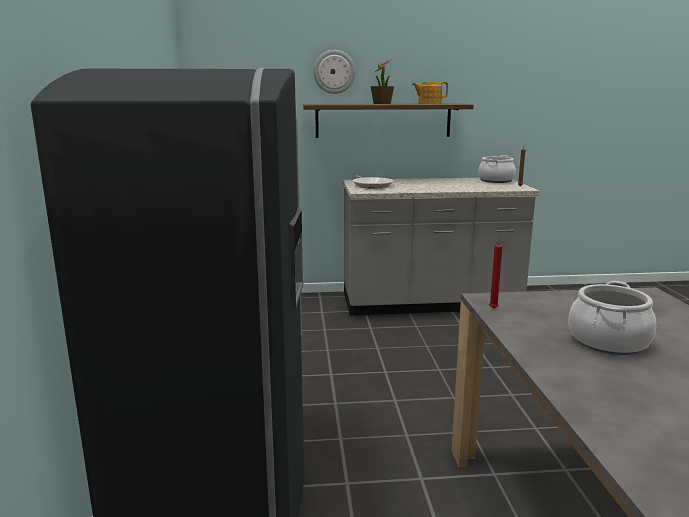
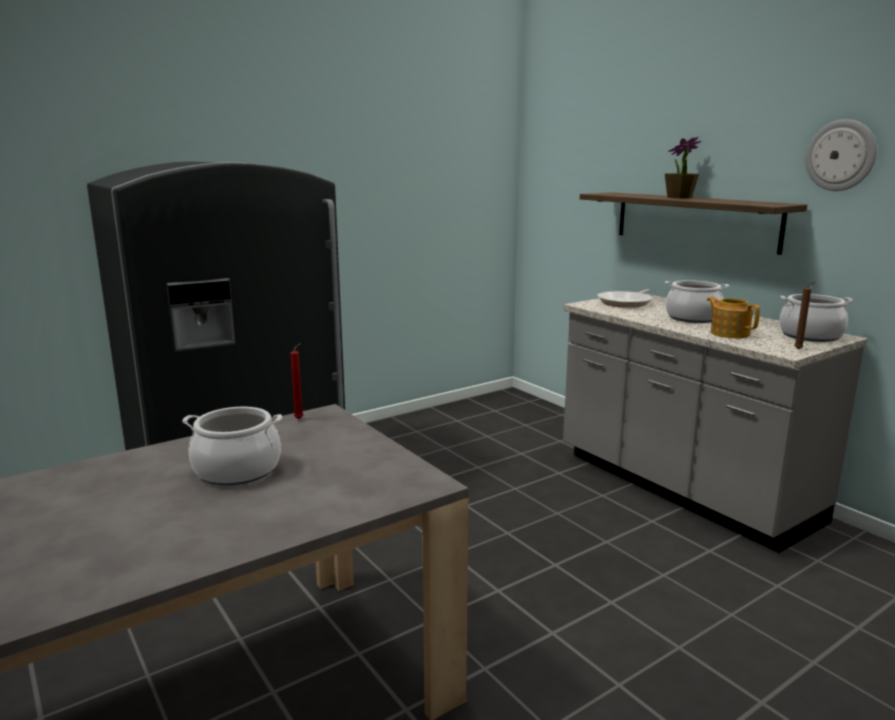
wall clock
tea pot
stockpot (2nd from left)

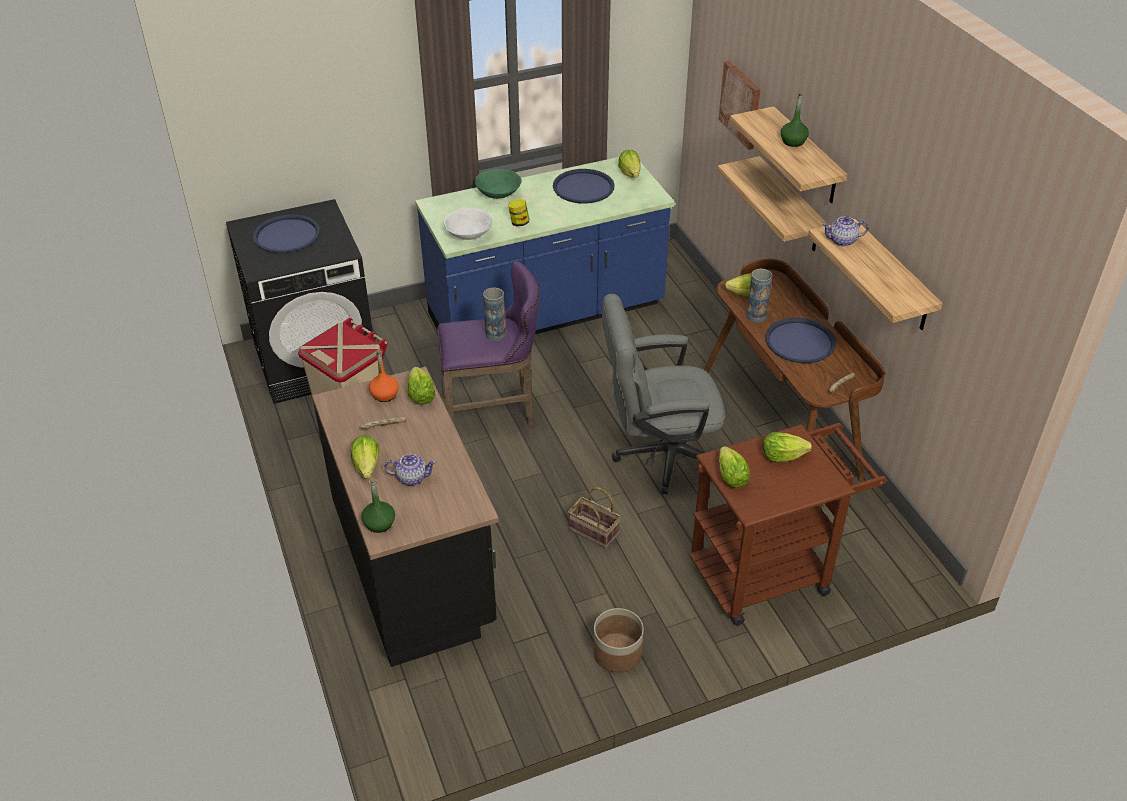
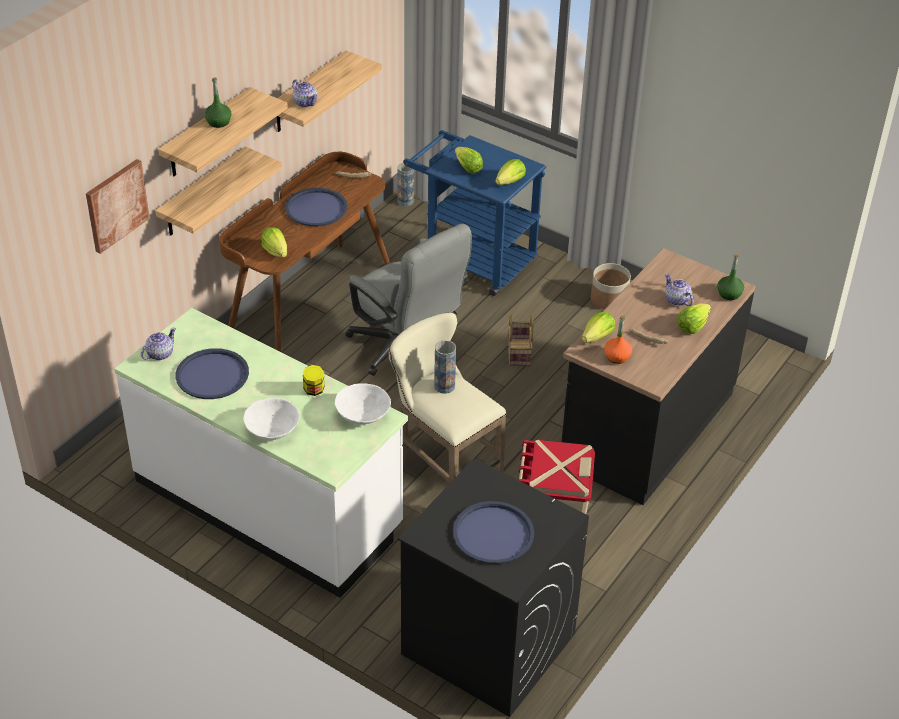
tea pot (1st from left)
white kitchen counter
white bowl (1st from left)
beige-coloured stool
vase (1st from left)
bluish trolley

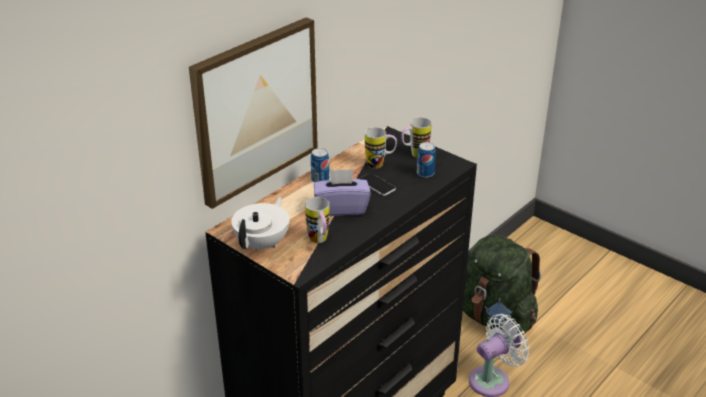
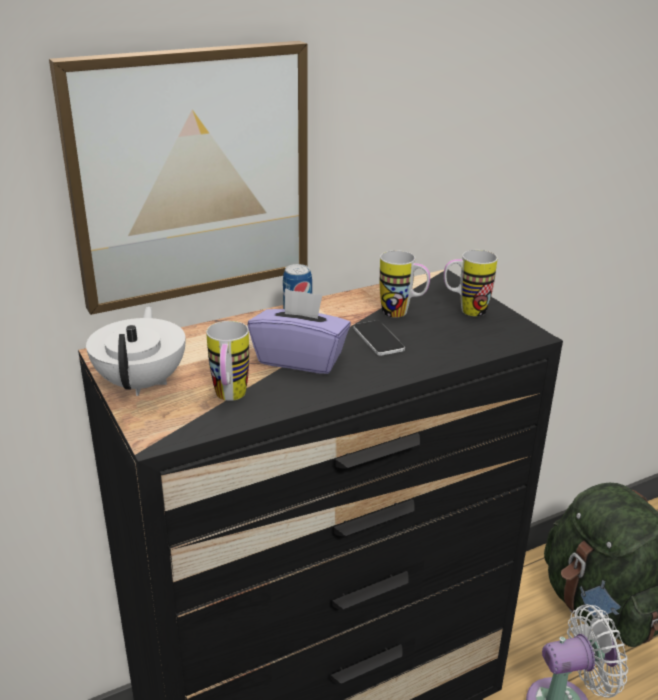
can (2nd from left in the first image)
white tea pot

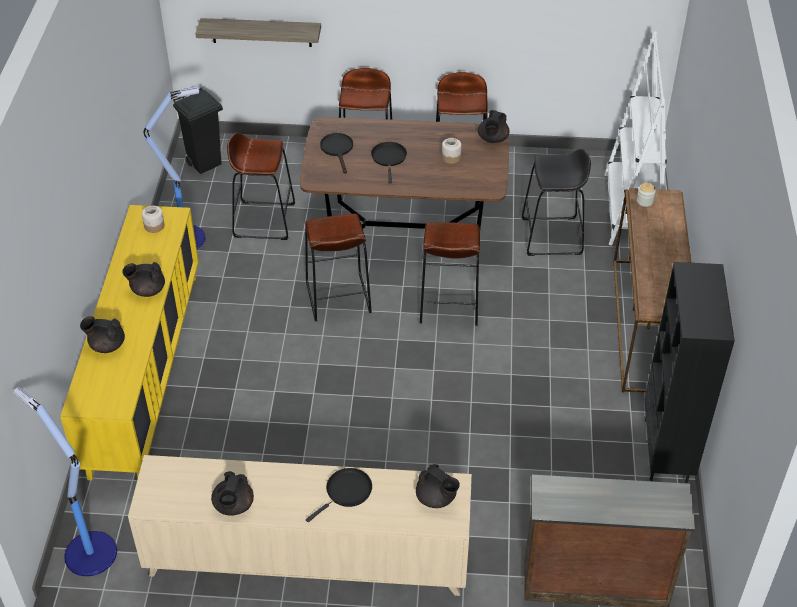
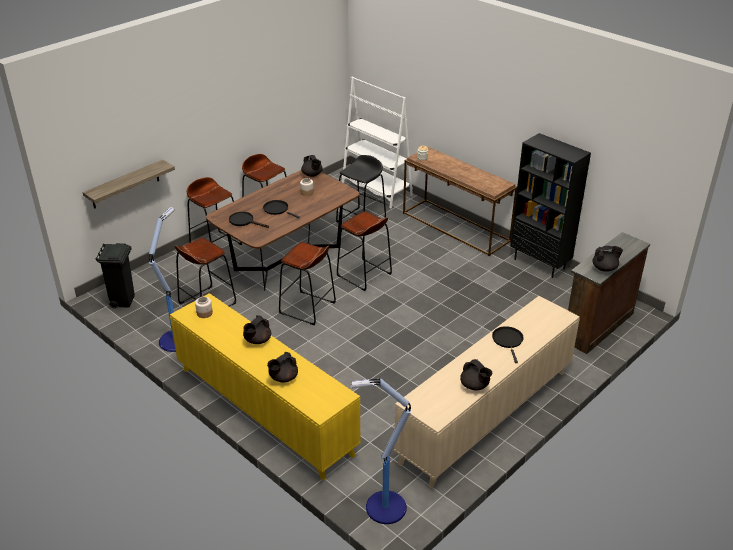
black-coloured tea pot (5th from left)

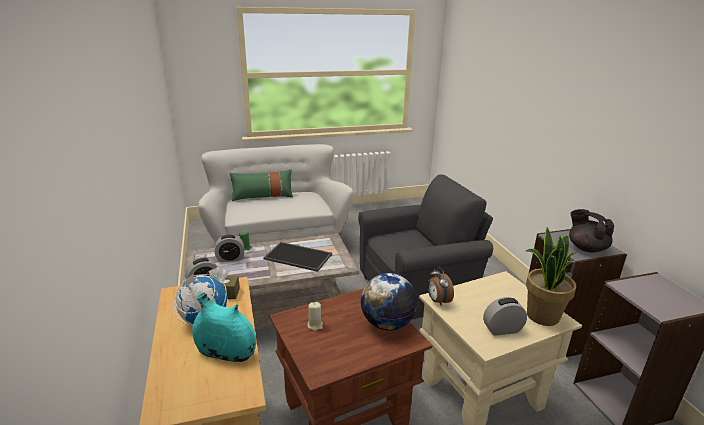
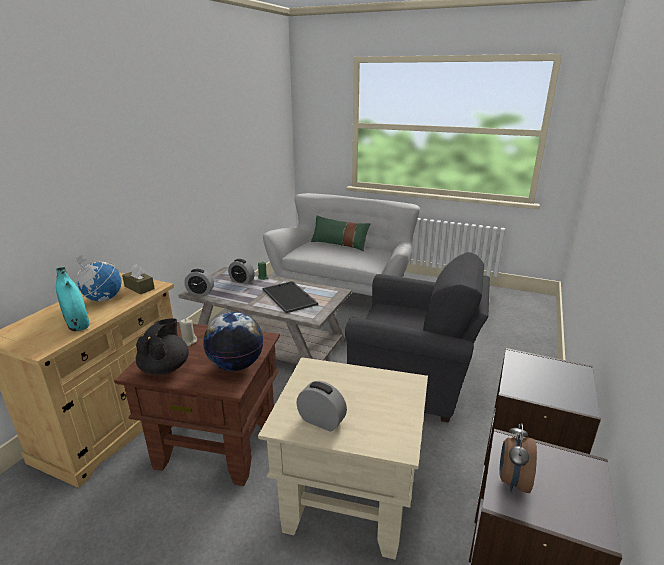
black-coloured tea pot
potted plant
table clock (4th from left)

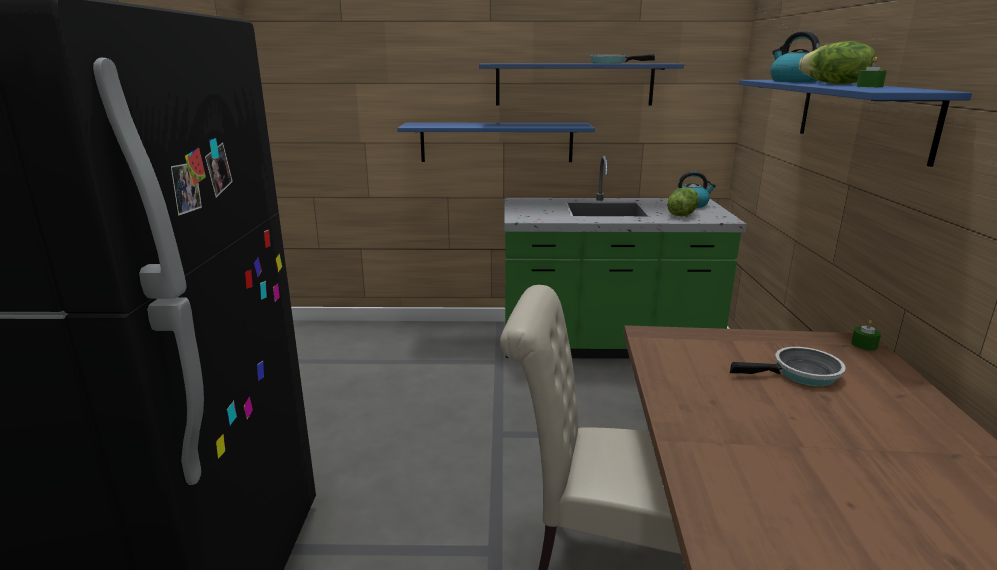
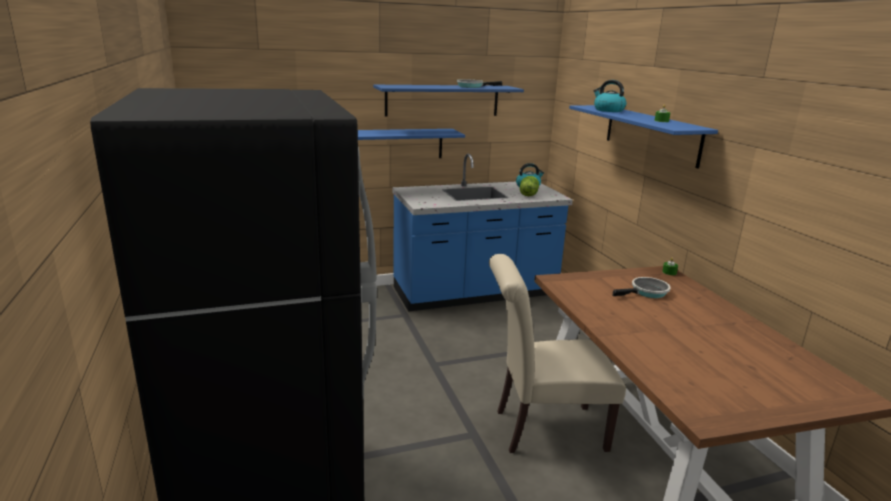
lettuce head (2nd from left in the first image)
bluish kitchen counter

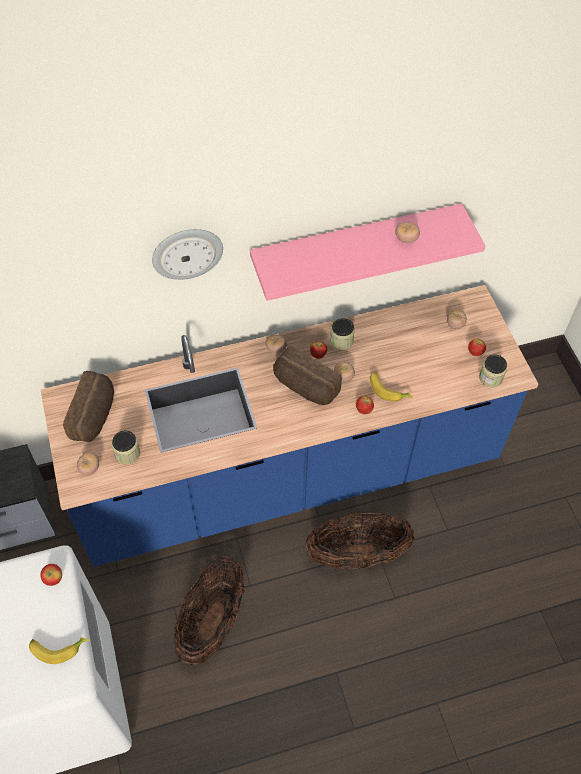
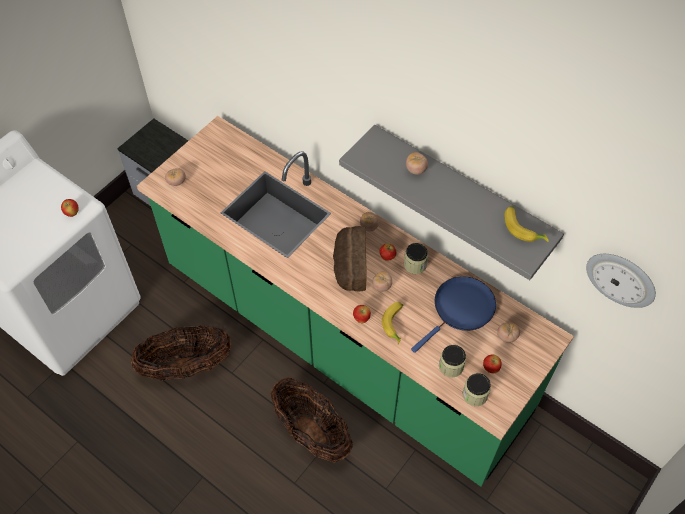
grey wall shelf
whole tomato (4th from left)
wall clock
green-coloured kitchen counter
bread (1st from left in the first image)
jar (2nd from left)
banana fruit (2nd from left)
bluish skillet

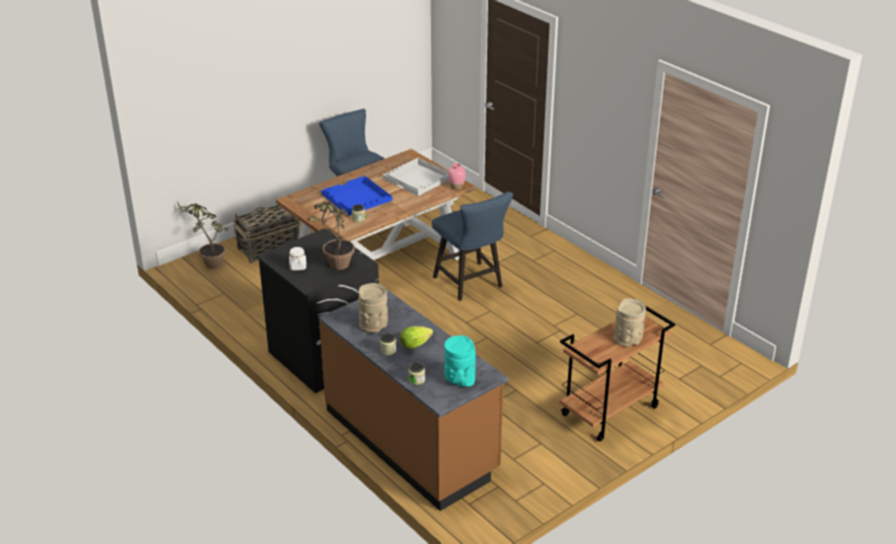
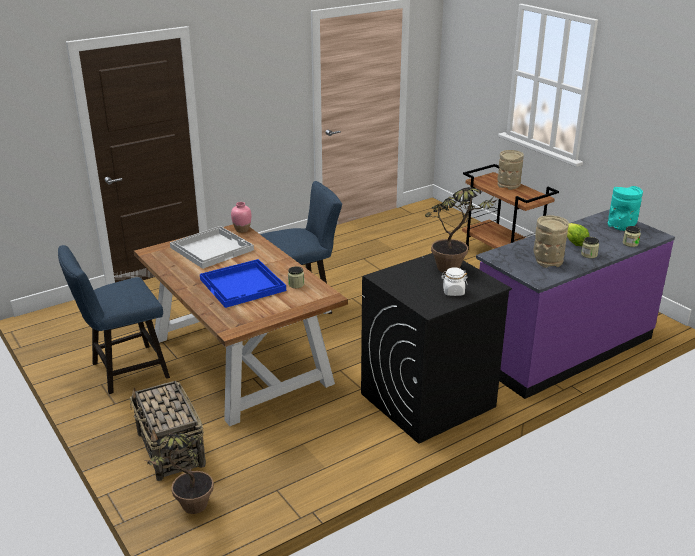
purple kitchen counter

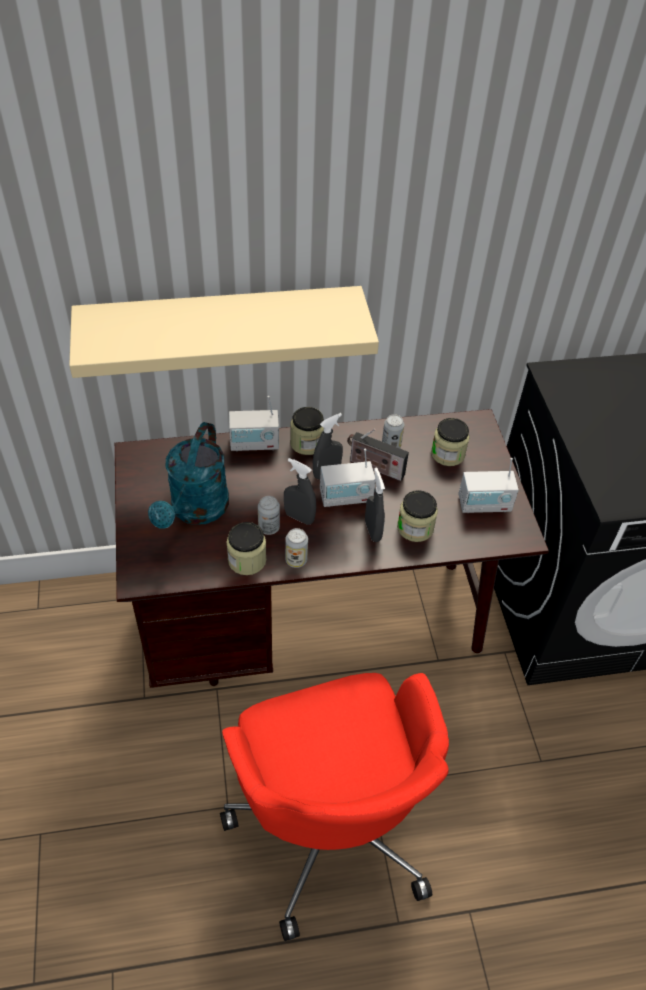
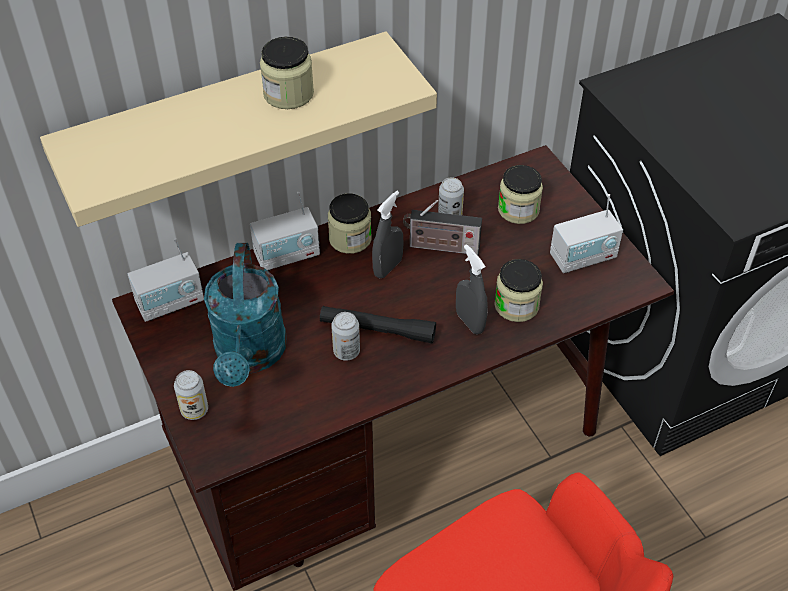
radio receiver (1st from left)
black-coloured flashlight
jar (1st from left)
can (1st from left)

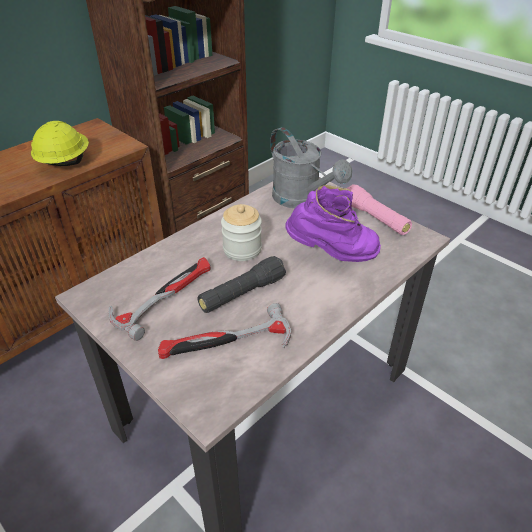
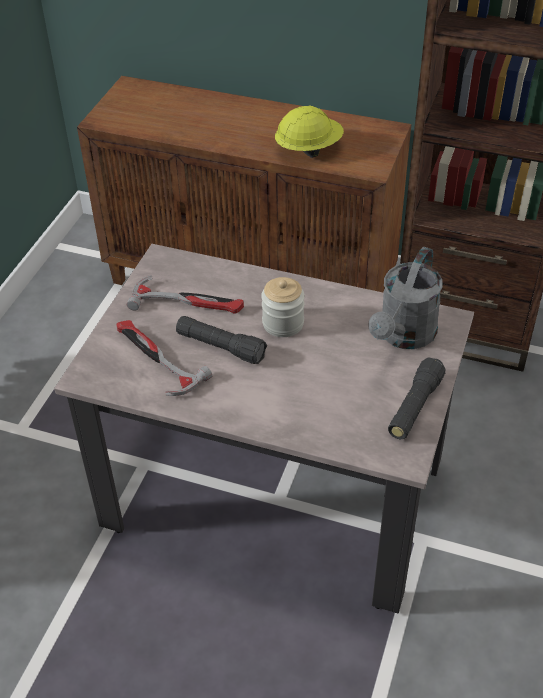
black-coloured flashlight (2nd from left)
purple tall boot

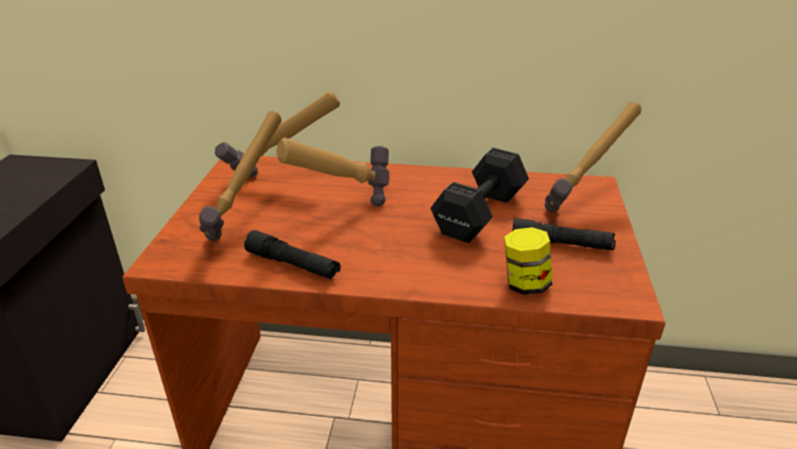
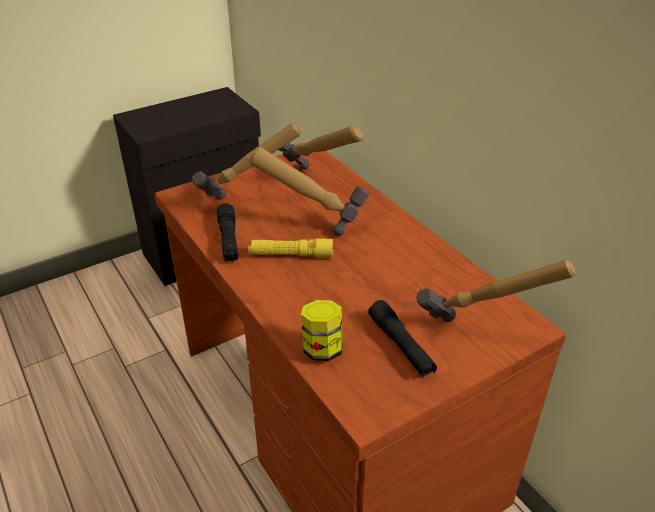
black-coloured free weight
yellowish flashlight

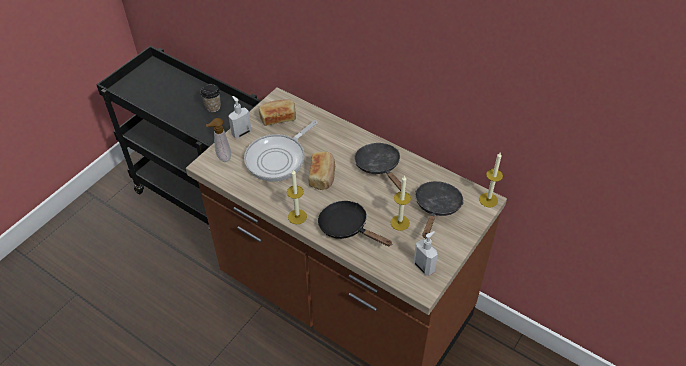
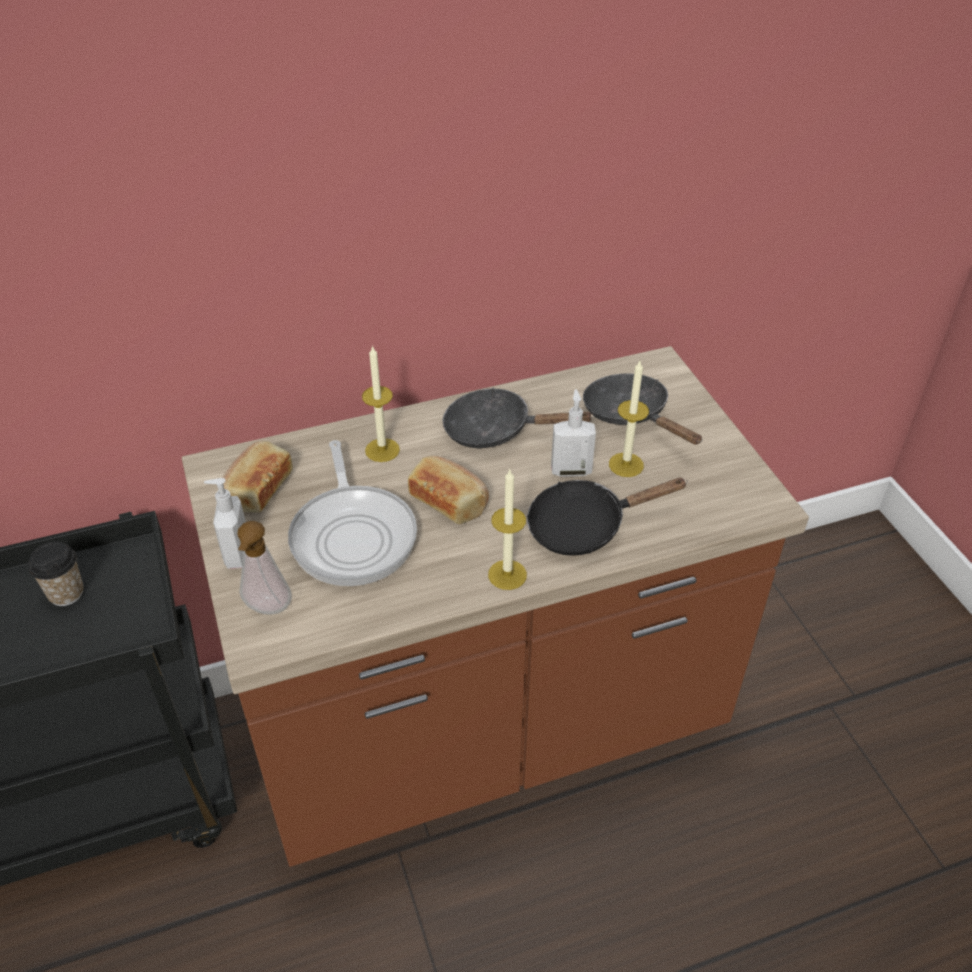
wax candle (1st from left)
soap dispenser (3rd from left)

